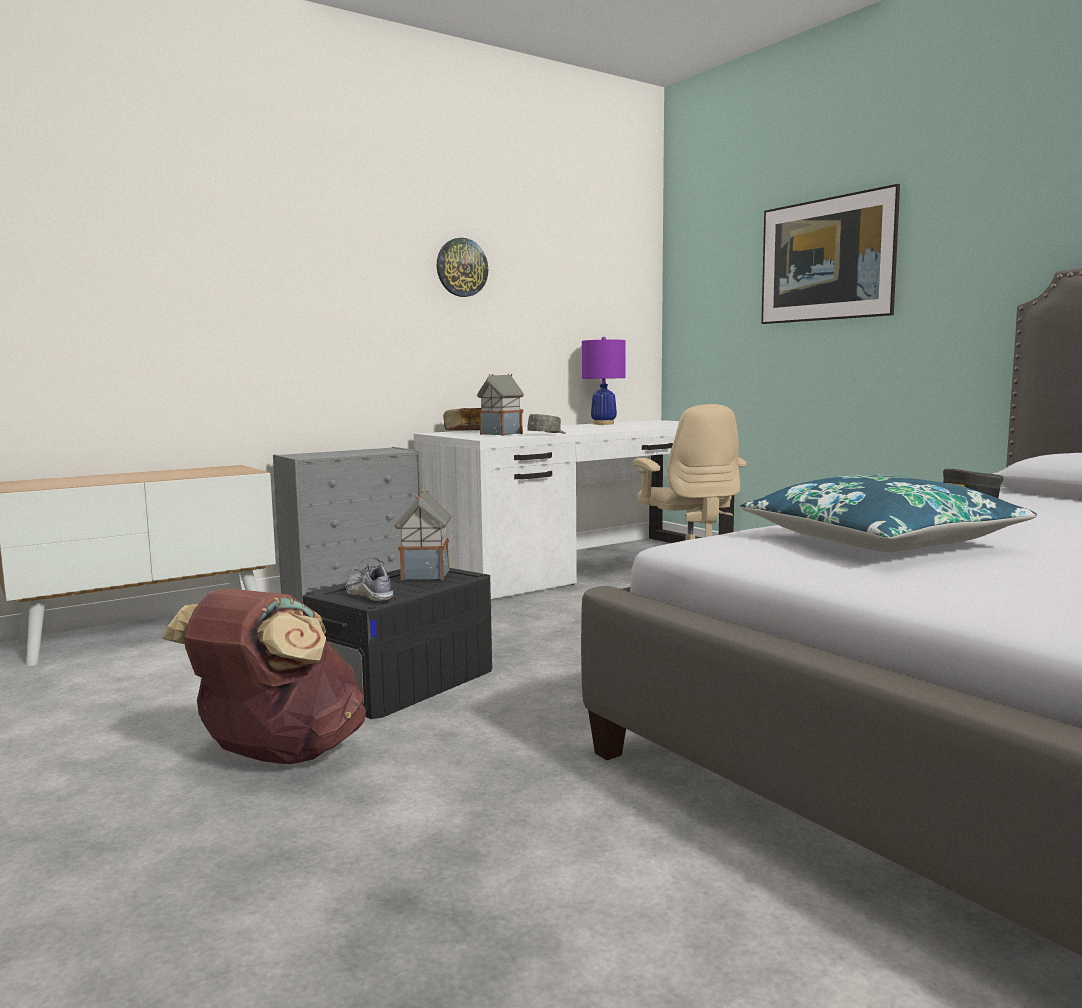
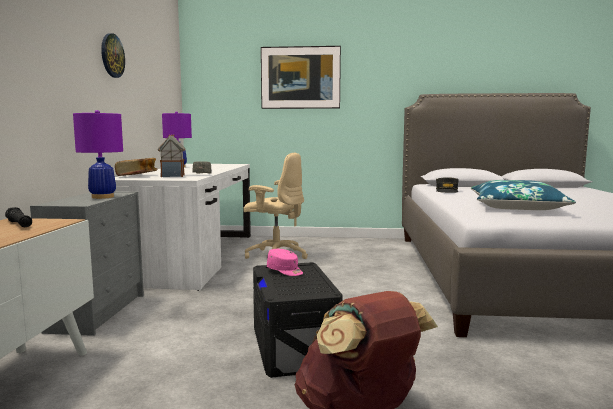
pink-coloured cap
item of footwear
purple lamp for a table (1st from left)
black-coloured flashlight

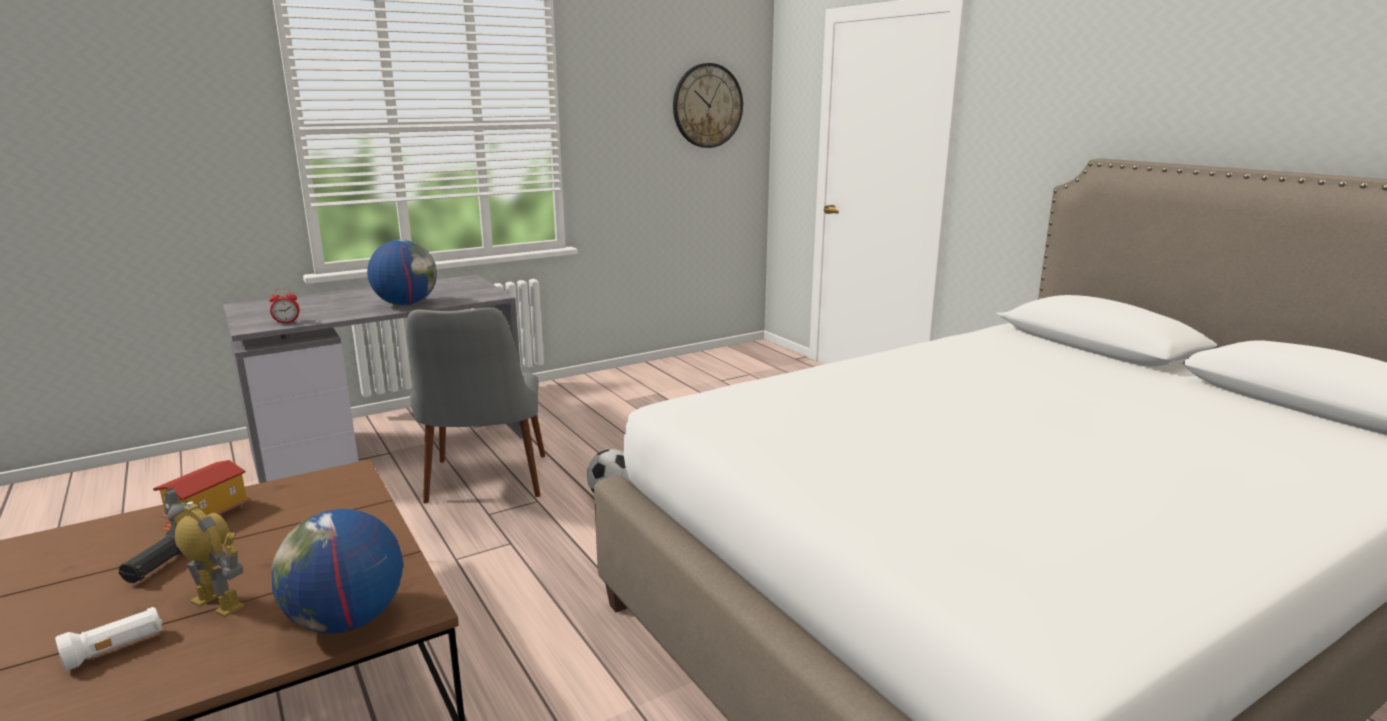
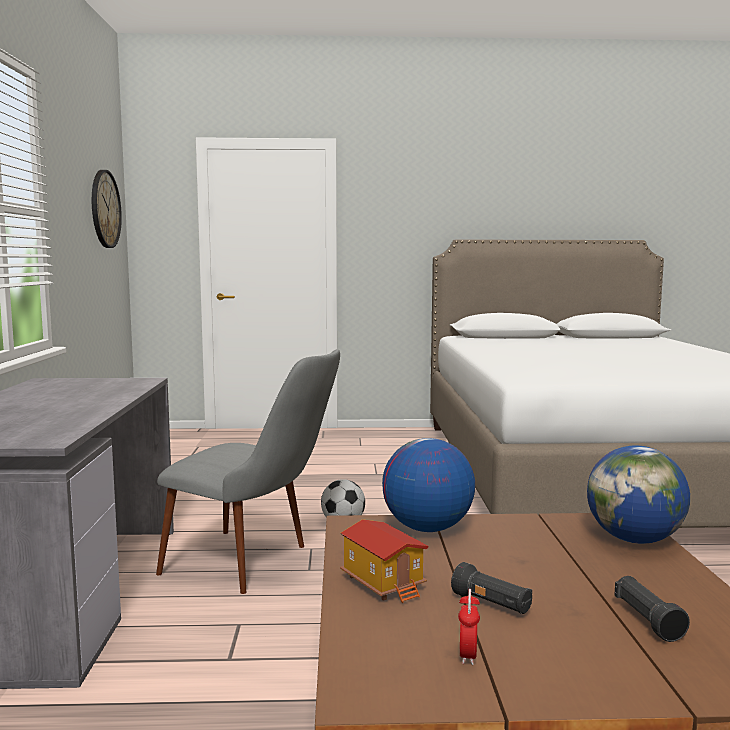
desk globe (1st from left)
table clock
model robot
black-coloured flashlight (2nd from left)

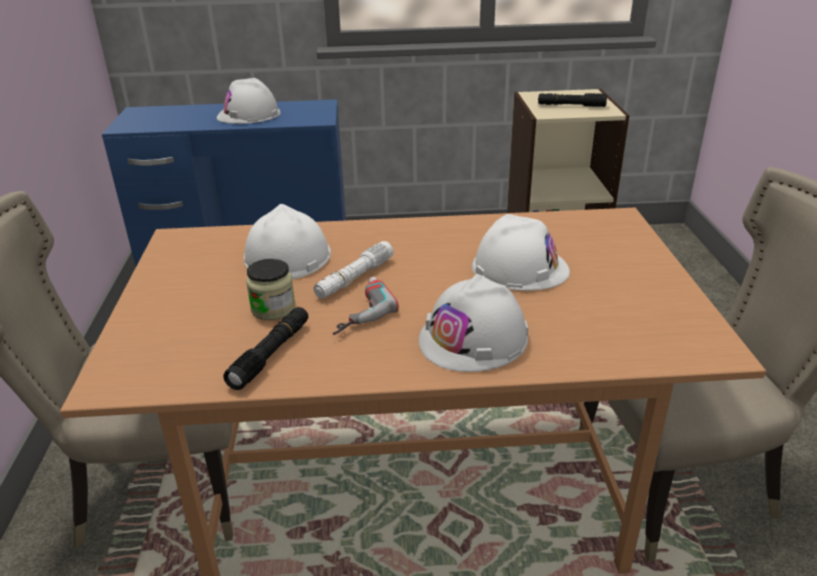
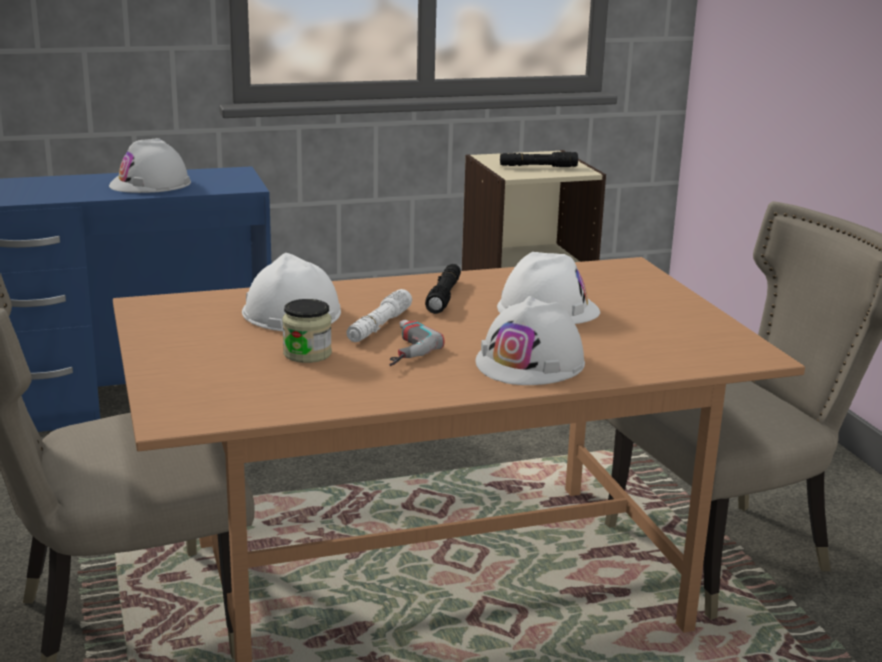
black-coloured flashlight (1st from left)

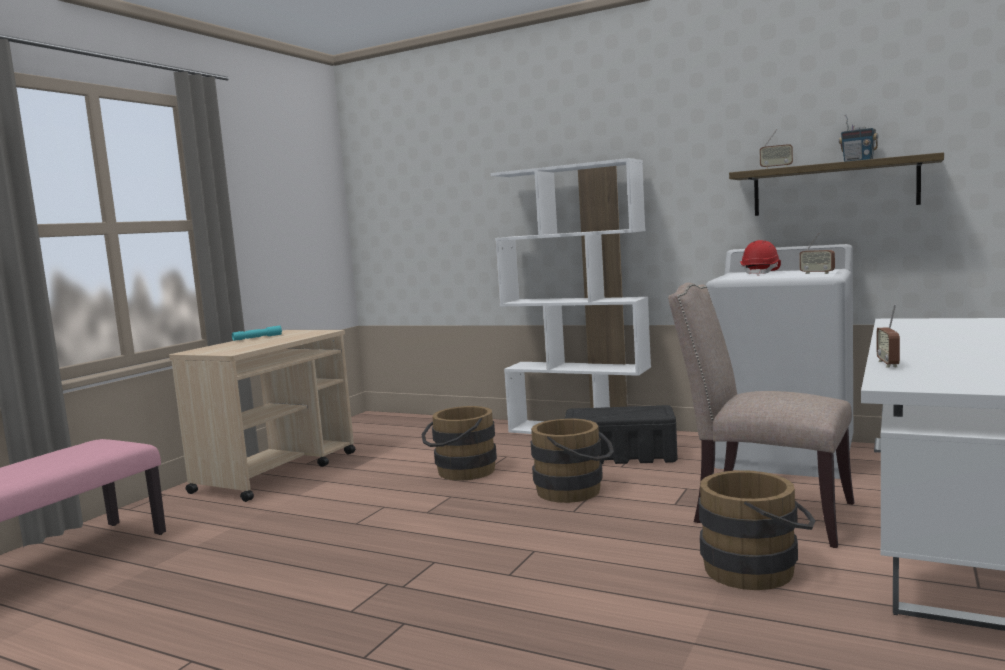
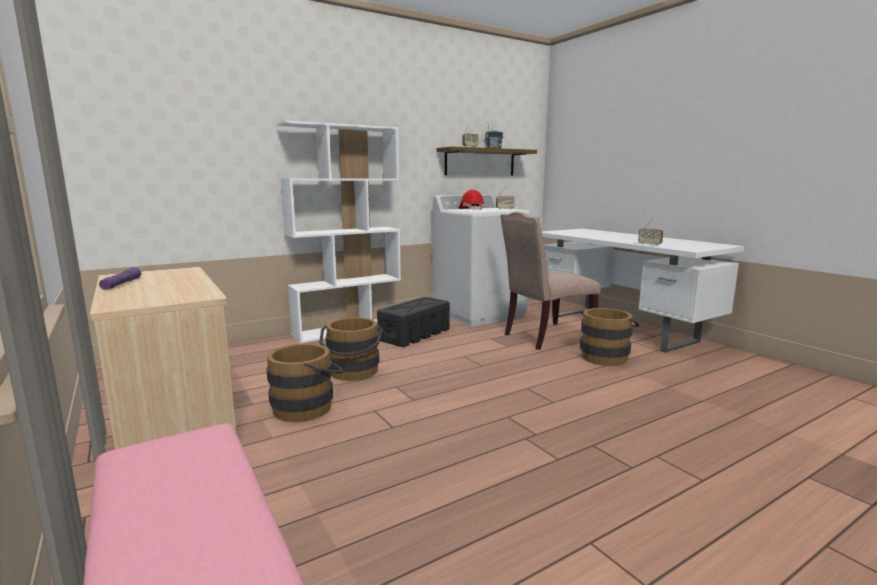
purple flashlight
brown-coloured water bucket (1st from left)

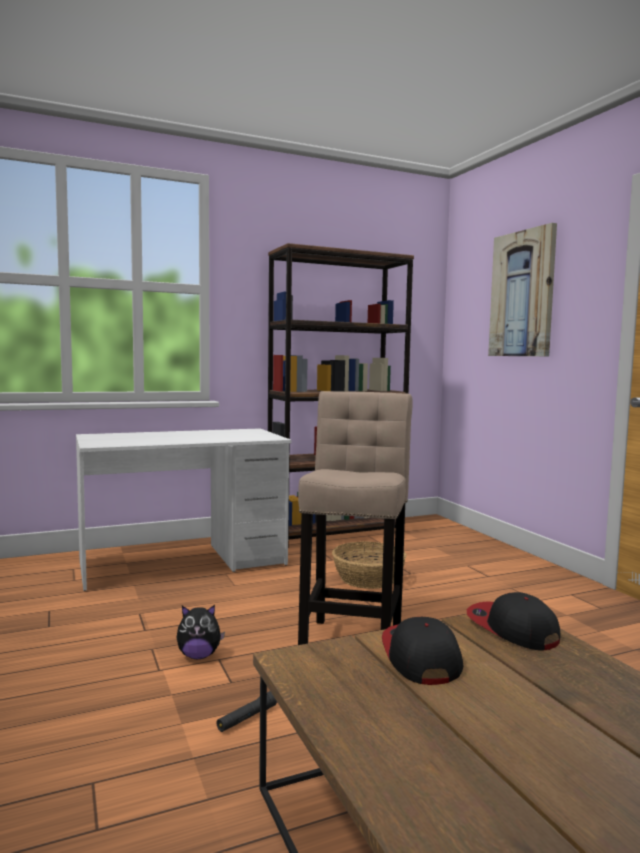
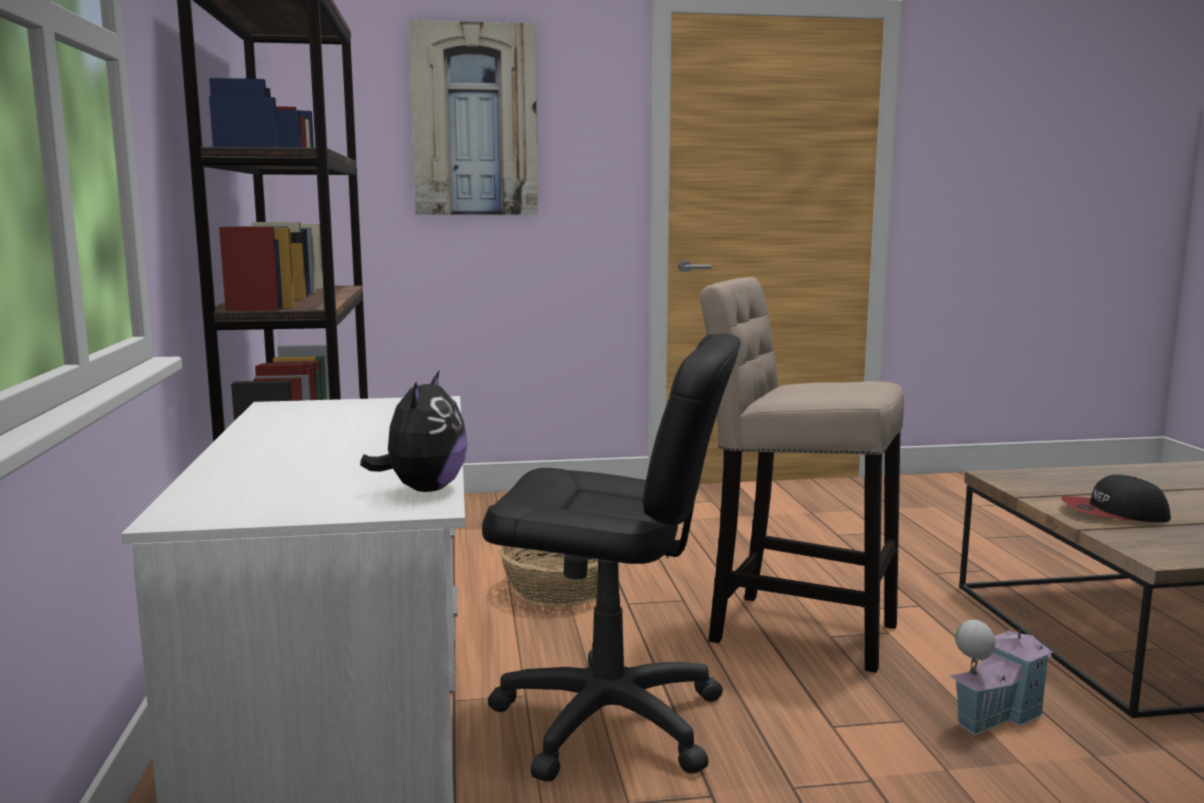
cap (2nd from left in the first image)
plush toy
toy house
black-coloured computer chair

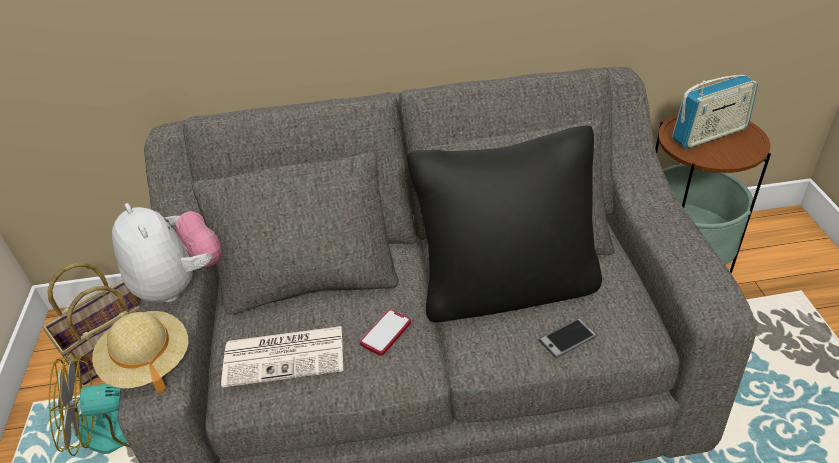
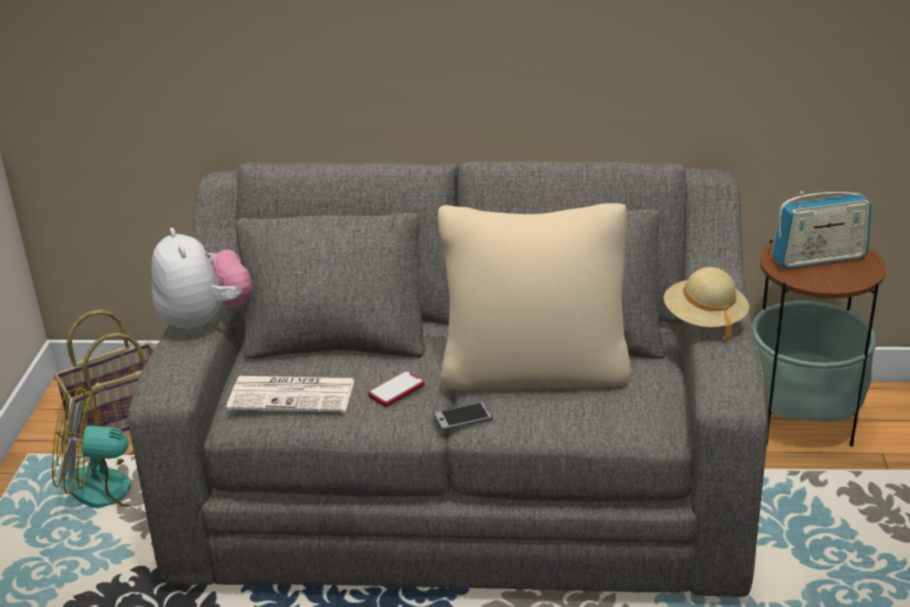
beige-coloured cushion
beige-coloured wearable hat
telephone (2nd from left)

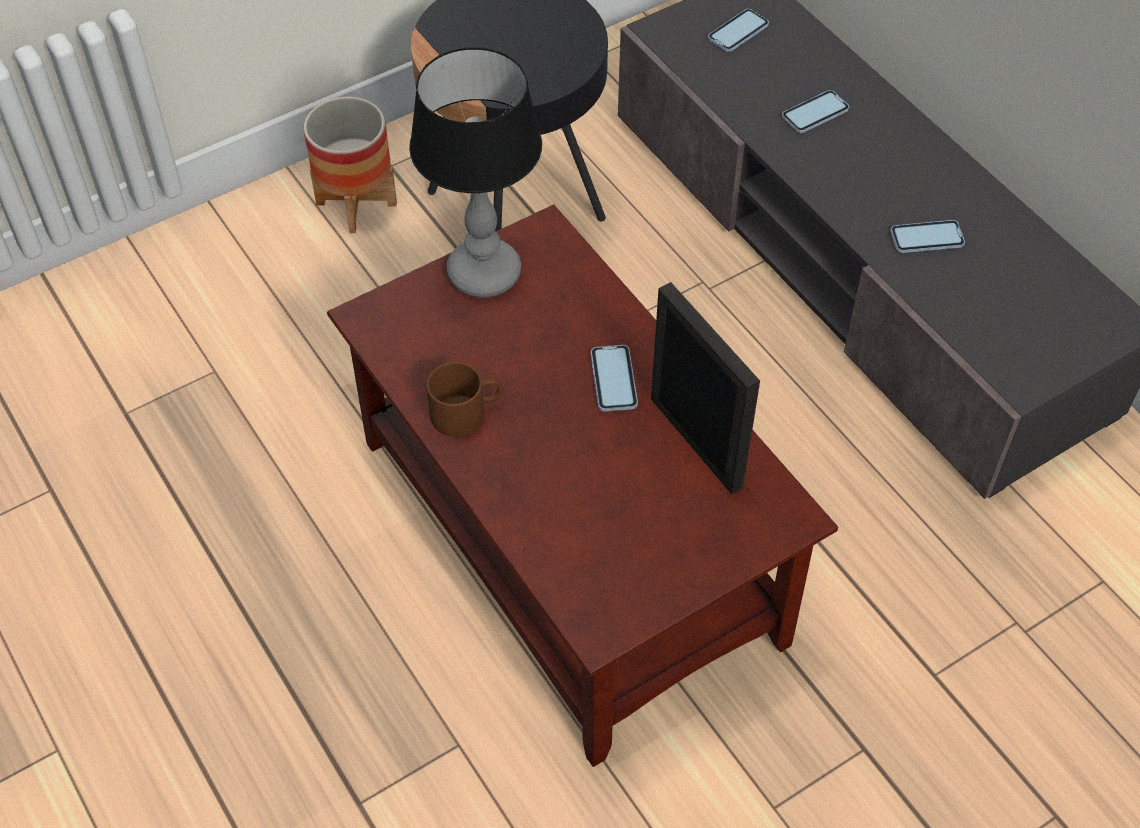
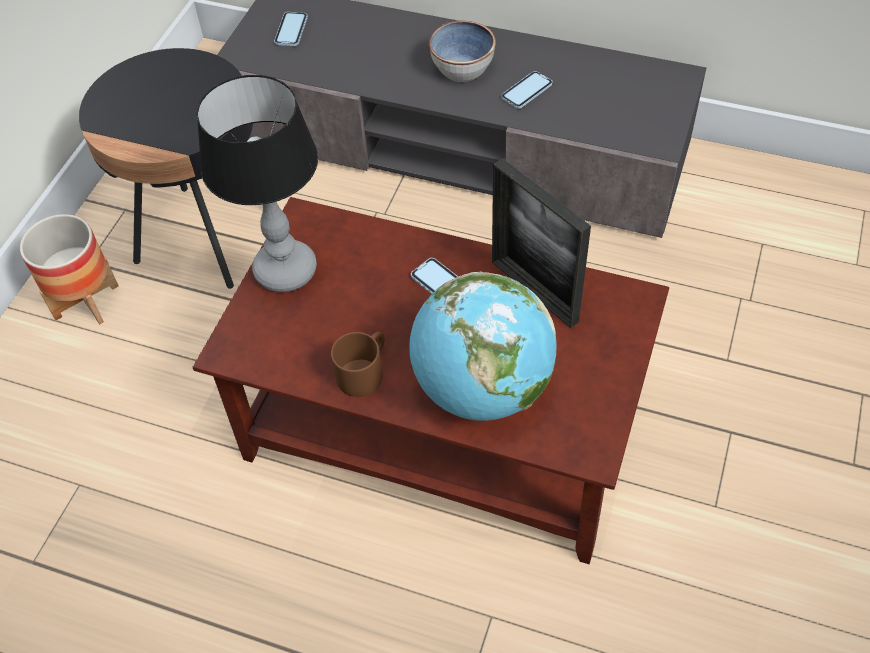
telephone (3rd from left in the first image)
picture frame
bowl
desk globe

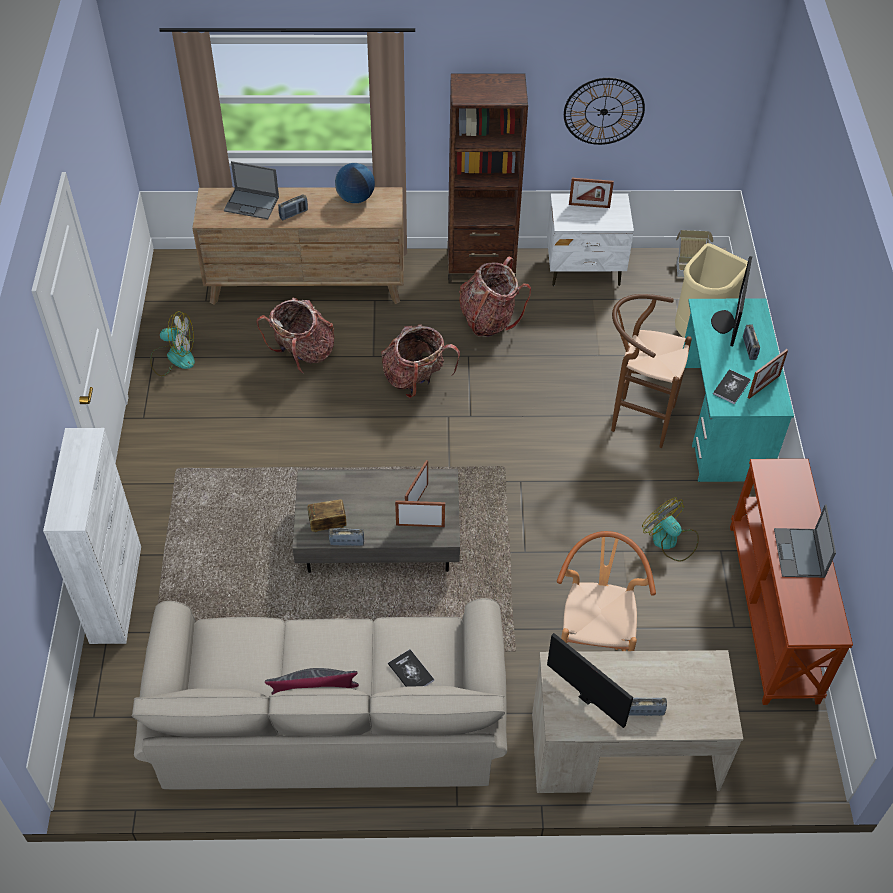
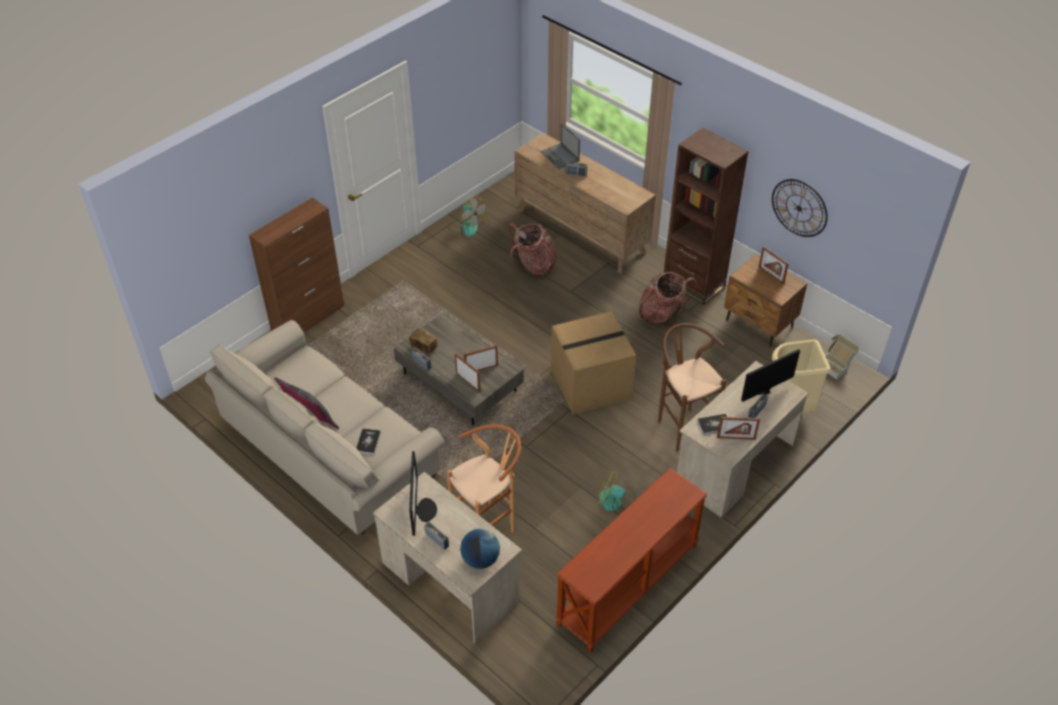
desk globe
brown-coloured nightstand
beige-coloured desk (2nd from left)
knapsack (2nd from left in the first image)
brown-coloured cupboard
cooling fan (2nd from left)
laptop (2nd from left in the first image)
carton (1st from left)

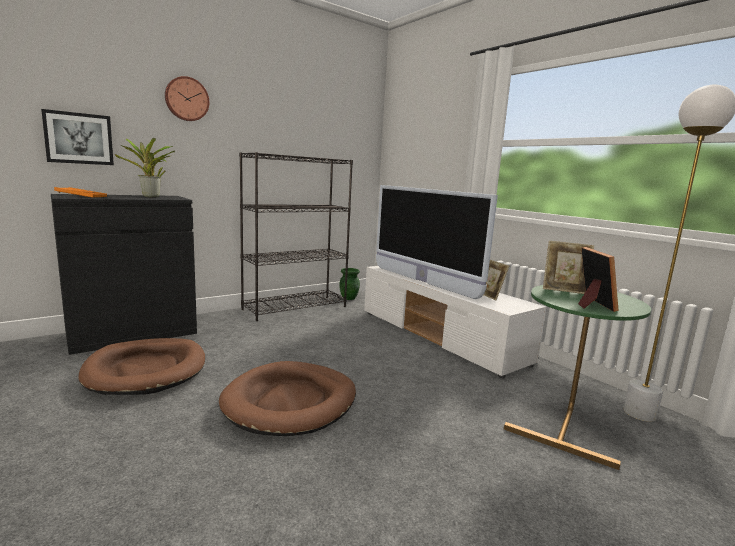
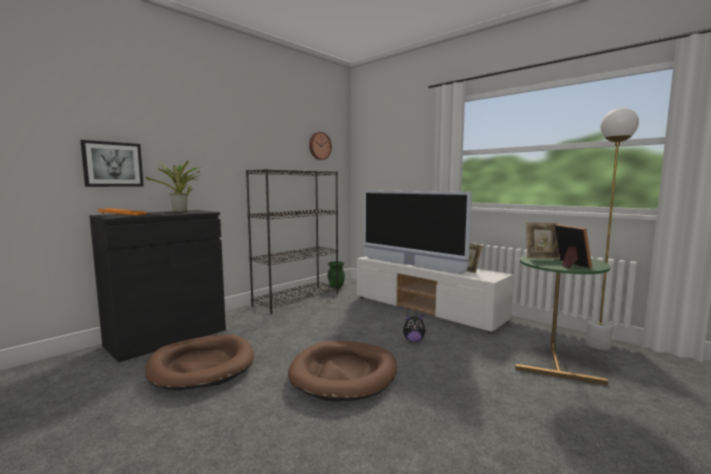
wall clock
plush toy

